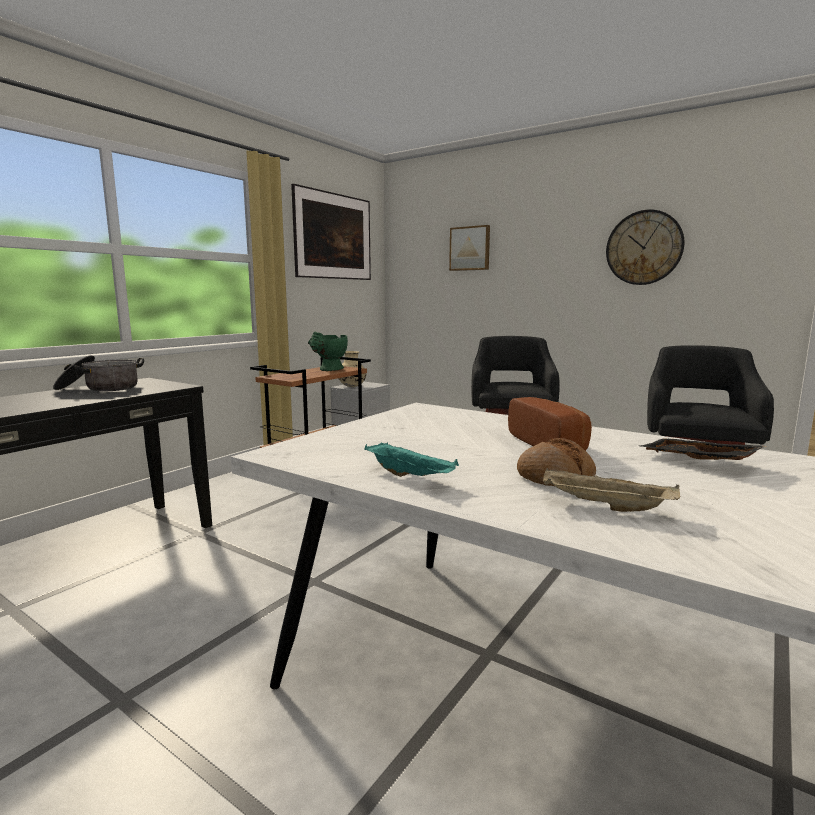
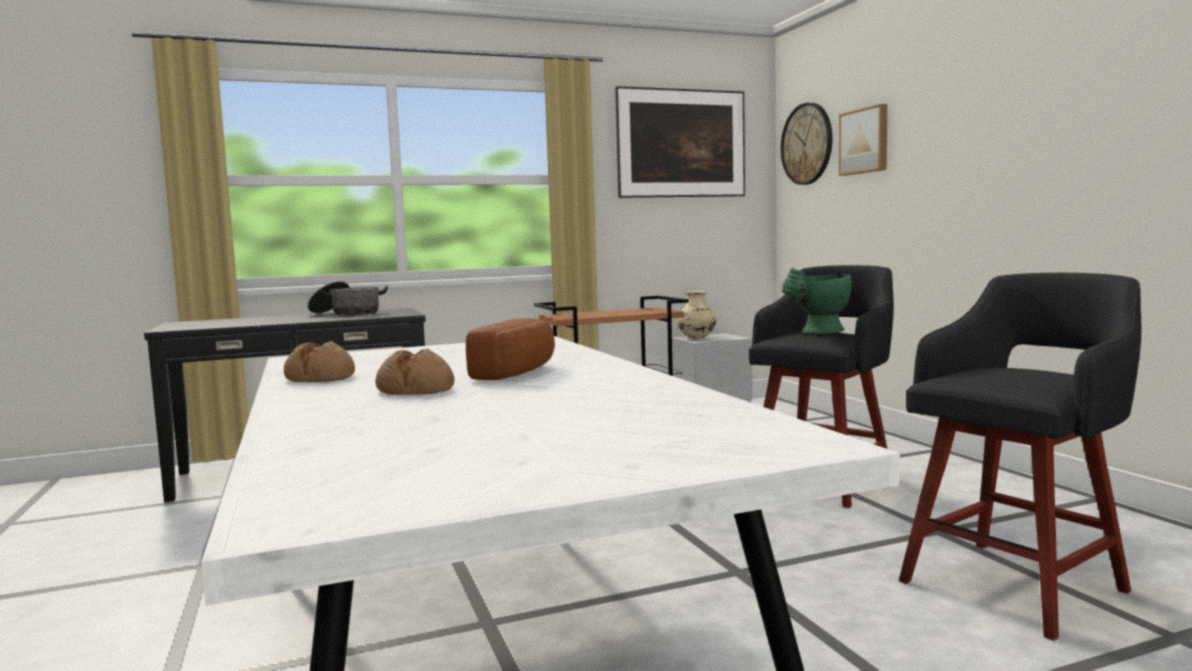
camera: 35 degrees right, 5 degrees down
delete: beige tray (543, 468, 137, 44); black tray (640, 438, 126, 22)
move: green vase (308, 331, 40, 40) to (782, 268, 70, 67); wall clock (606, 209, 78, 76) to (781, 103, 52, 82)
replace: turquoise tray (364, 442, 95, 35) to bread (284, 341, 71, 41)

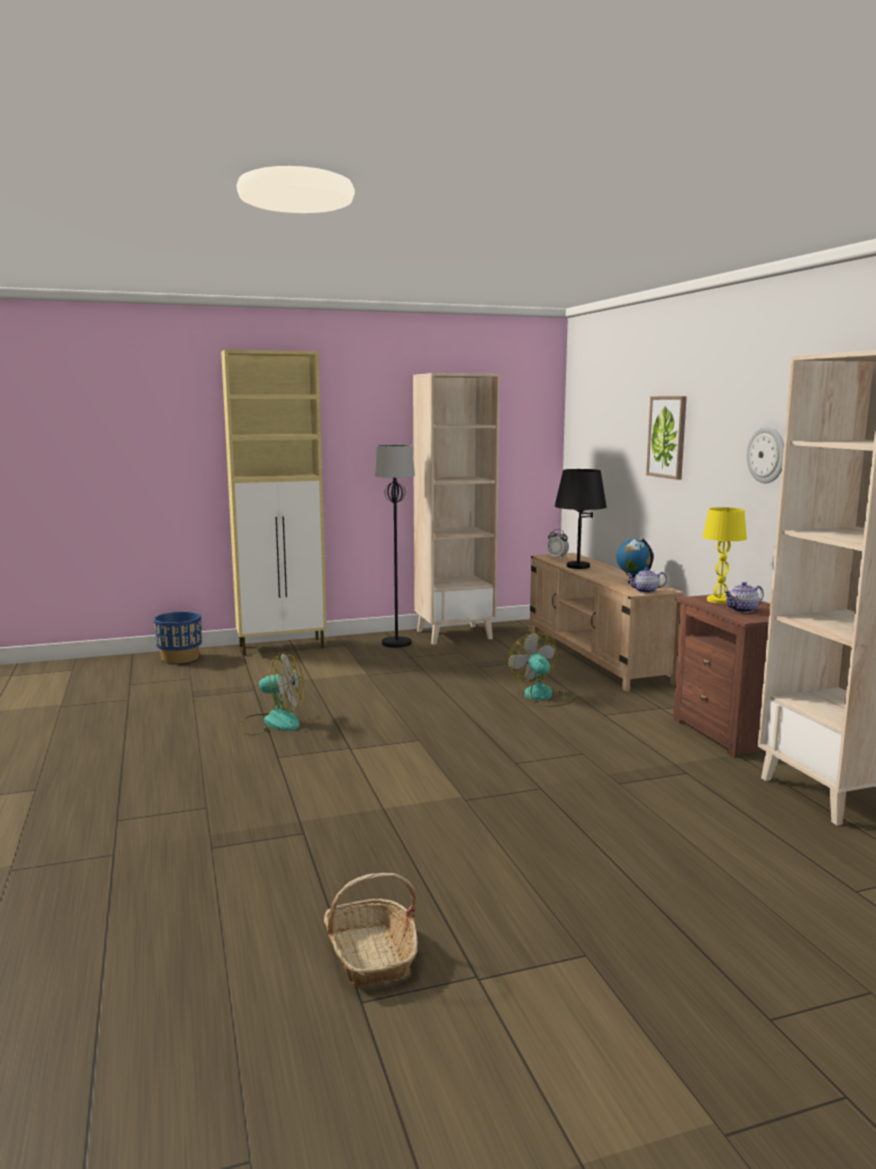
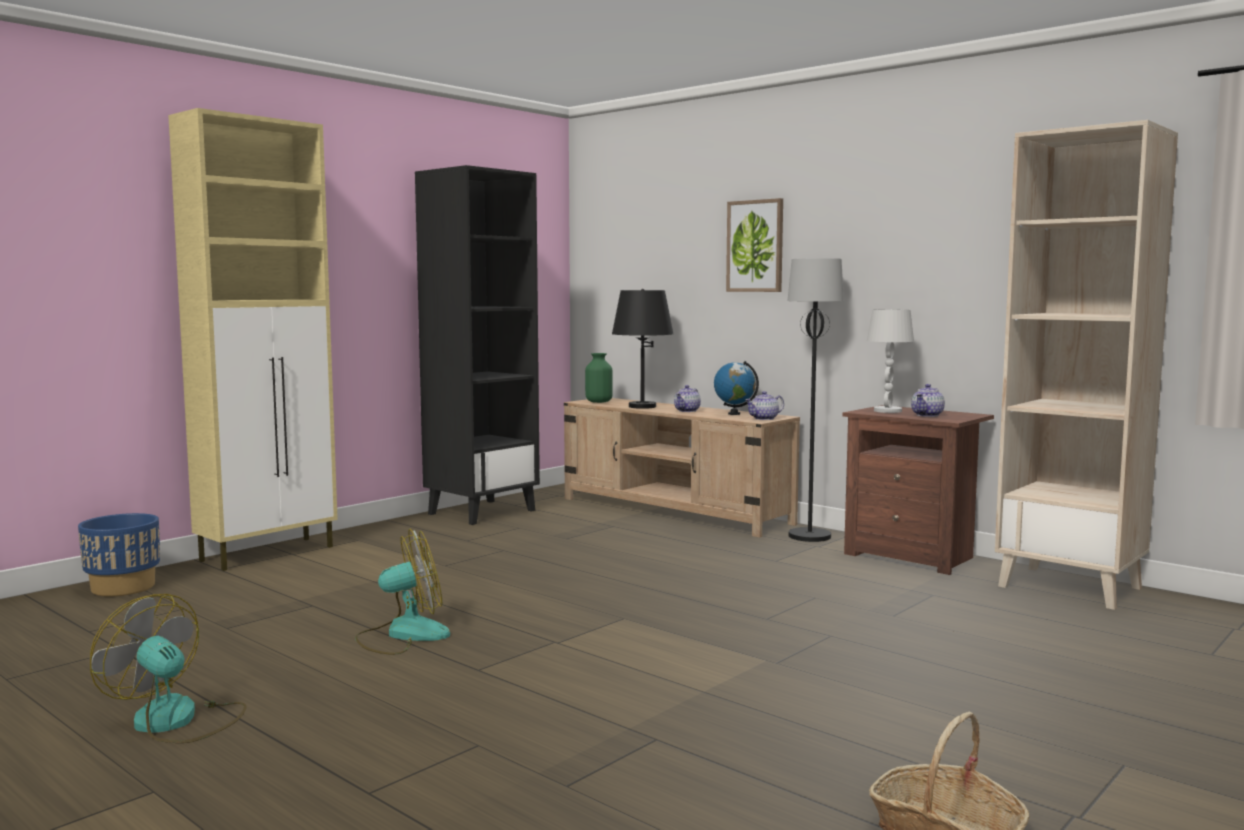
camera: 30 degrees left, 5 degrees down
delete: wall clock (747, 427, 37, 56)
insert: teapot (674, 385, 27, 27)
move: black floor lamp (375, 445, 40, 203) to (787, 258, 57, 284); fan (508, 633, 69, 74) to (90, 594, 157, 149)
replace: alarm clock (547, 529, 22, 30) to green vase (585, 353, 28, 50)
recolor: beige bookcase (413, 373, 87, 272) to black bookcase (415, 165, 125, 360); yellow table lamp (703, 507, 44, 97) to white table lamp (867, 309, 47, 104)

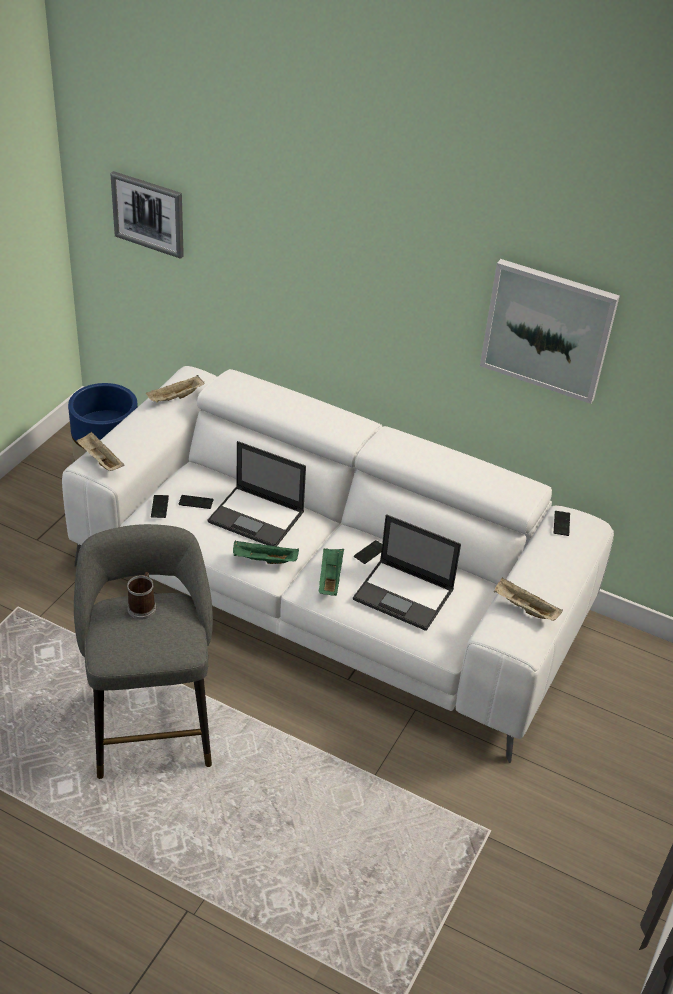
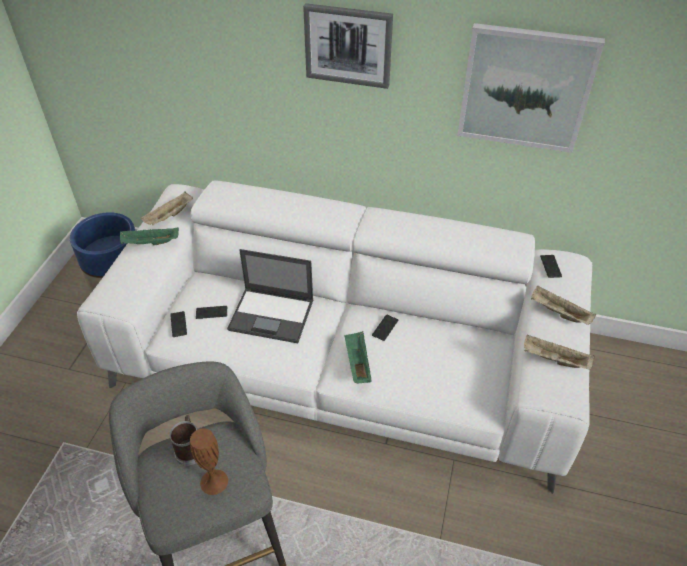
camera: 10 degrees left, 5 degrees up
delete: laptop (353, 514, 108, 117)
insert: brown vase (190, 428, 38, 67)
move: beige tray (76, 432, 48, 39) to (531, 286, 65, 39); picture (110, 171, 74, 88) to (303, 3, 90, 86); green tray (233, 541, 66, 23) to (120, 227, 59, 18)

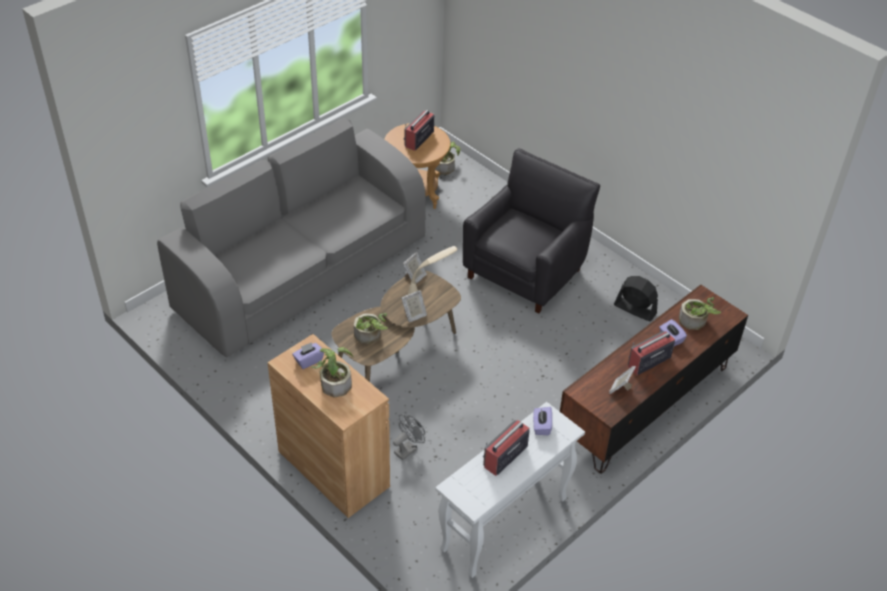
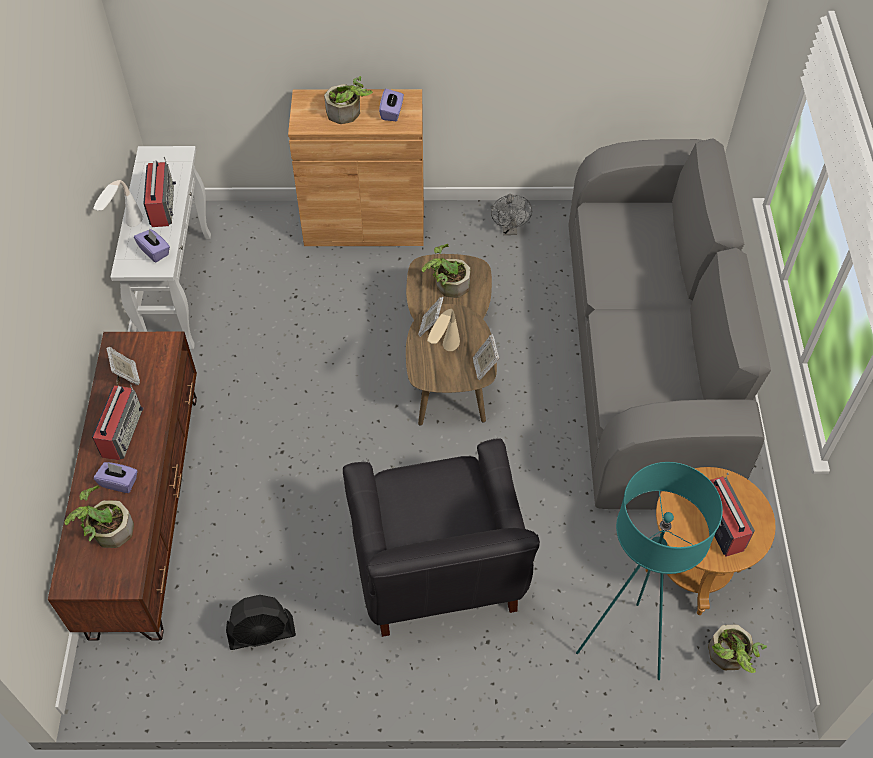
camera: 135 degrees right, 10 degrees up
insert: white table lamp (93, 180, 50, 47); turquoise floor lamp (576, 462, 147, 218)
move: grey fan (393, 415, 32, 45) to (491, 194, 41, 41)

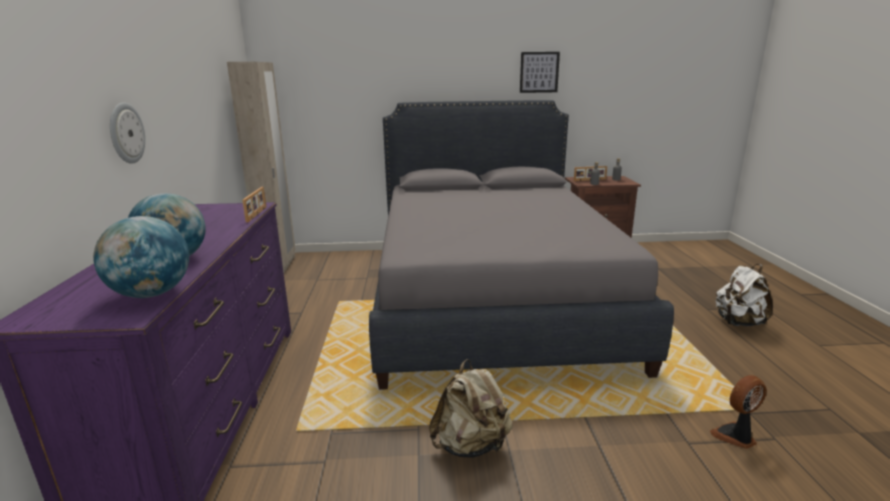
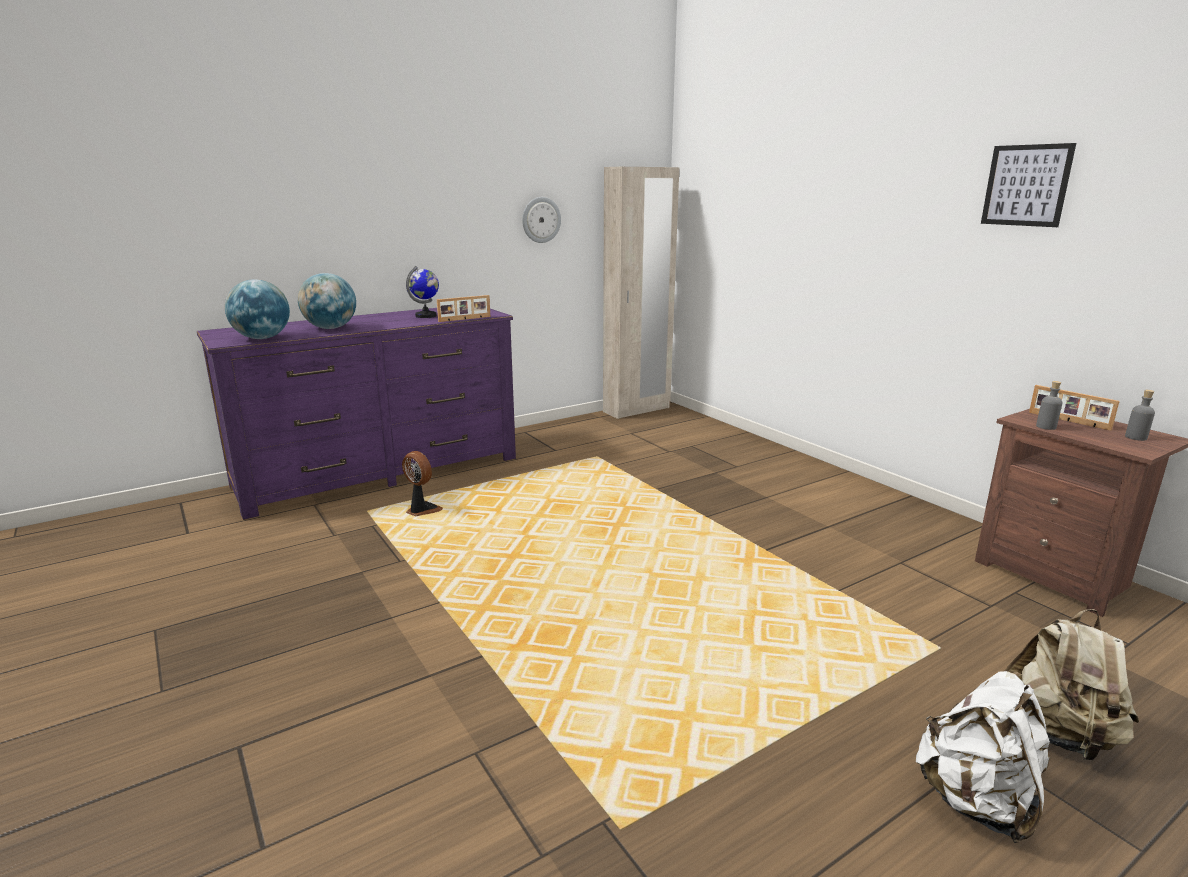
camera: 60 degrees right, 0 degrees up
delete: grey bed (369, 100, 305, 290)
insert: globe (406, 266, 33, 52)
move: wall clock (110, 102, 35, 62) to (522, 197, 39, 46); beige backpack (429, 359, 84, 99) to (1005, 609, 134, 151); fan (710, 375, 57, 74) to (402, 451, 41, 65)

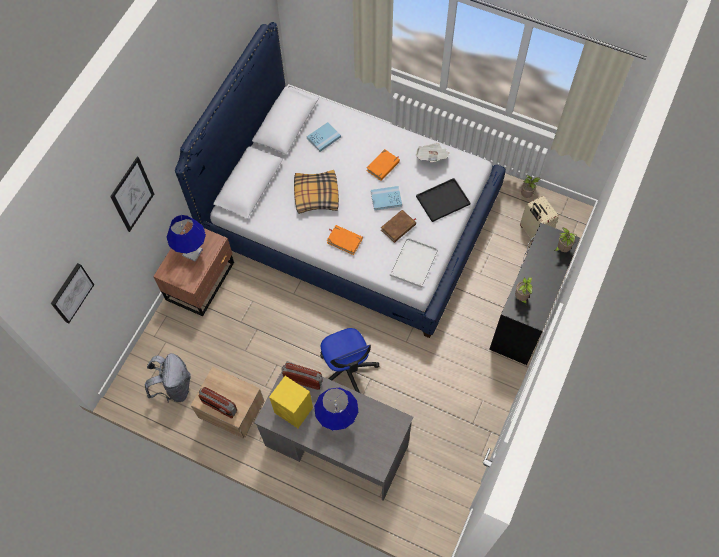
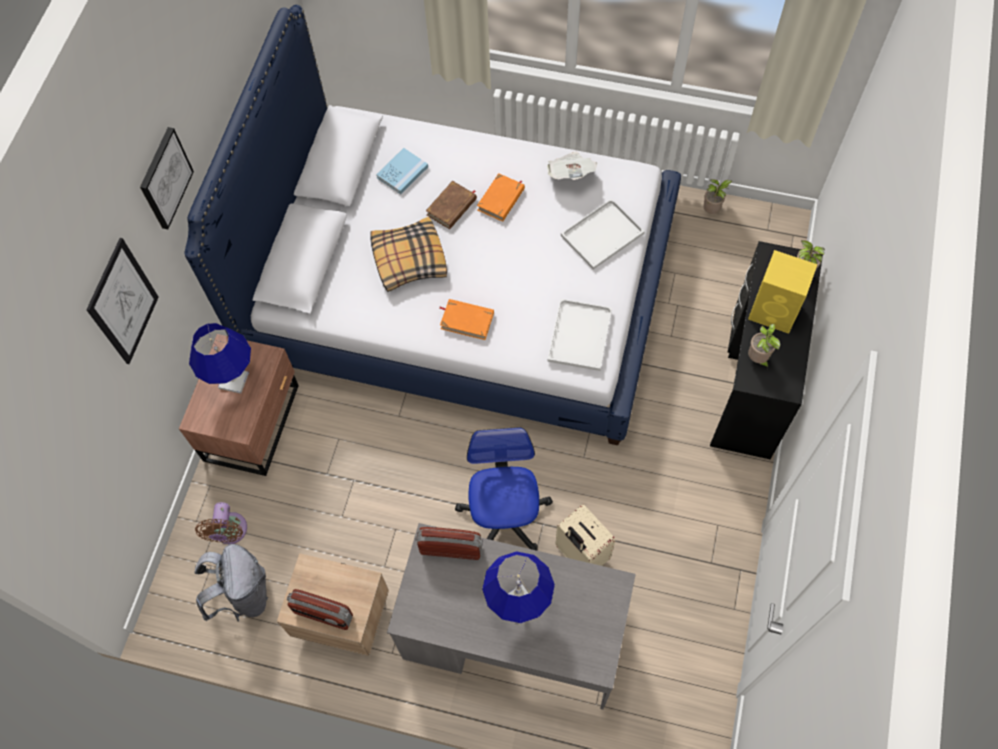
camera: 10 degrees left, 0 degrees up
delete: blue book (371, 186, 31, 24)
insert: brown fan (195, 502, 52, 42)
move: picture (51, 263, 43, 60) to (140, 127, 54, 102); yellow speaker (269, 376, 44, 52) to (748, 250, 69, 84); brown book (381, 210, 35, 33) to (426, 181, 51, 48); beige suitcase (520, 196, 39, 45) to (556, 504, 59, 62)
recolor: black tray (416, 178, 54, 44) to white tray (561, 198, 84, 72)
rotate: office chair (320, 328, 59, 65) = (455, 427, 98, 124) 150 degrees counterclockwise

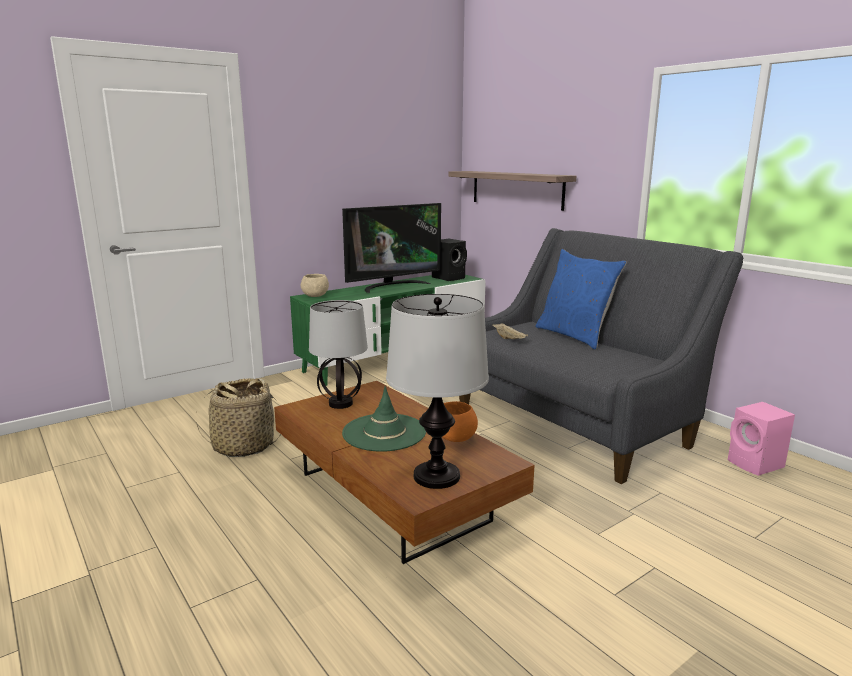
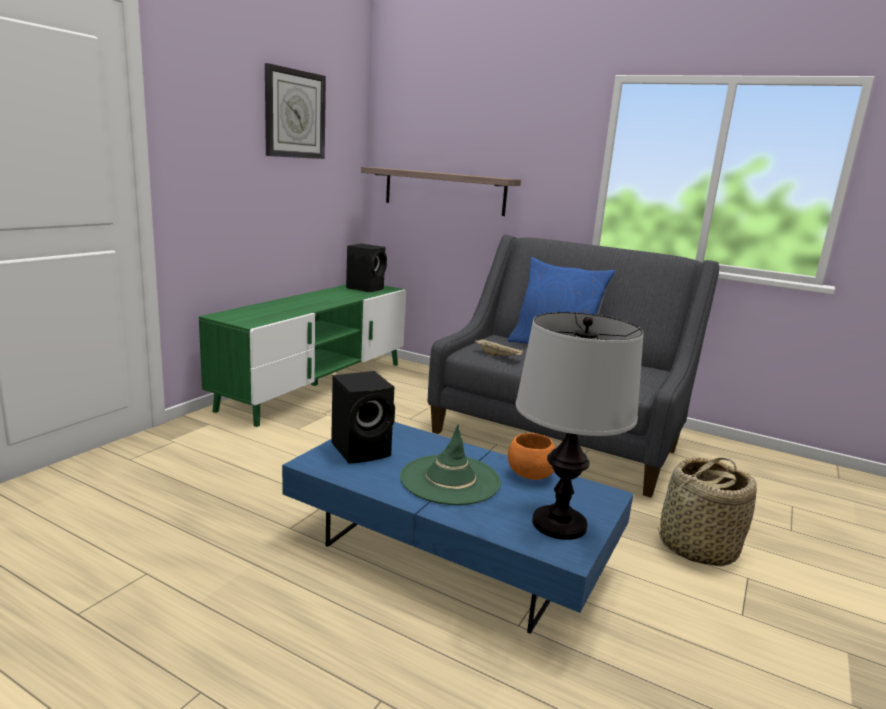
camera: 25 degrees left, 0 degrees up
delete: beige bowl (301, 274, 28, 23); television (342, 203, 99, 90); pink speaker (728, 402, 67, 74)
insert: wall clock (265, 63, 61, 96)
move: basket (196, 378, 85, 79) to (658, 457, 99, 110)
replace: table lamp (309, 300, 59, 109) to black speaker (331, 371, 64, 93)
recolor: brown coffee table (274, 381, 261, 183) to blue coffee table (282, 422, 352, 212)

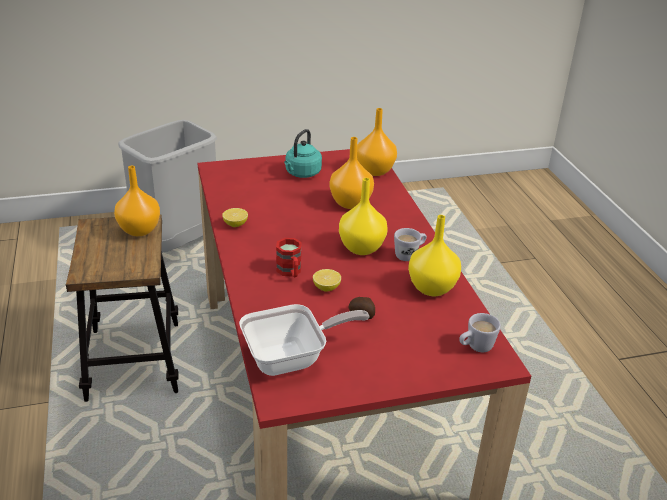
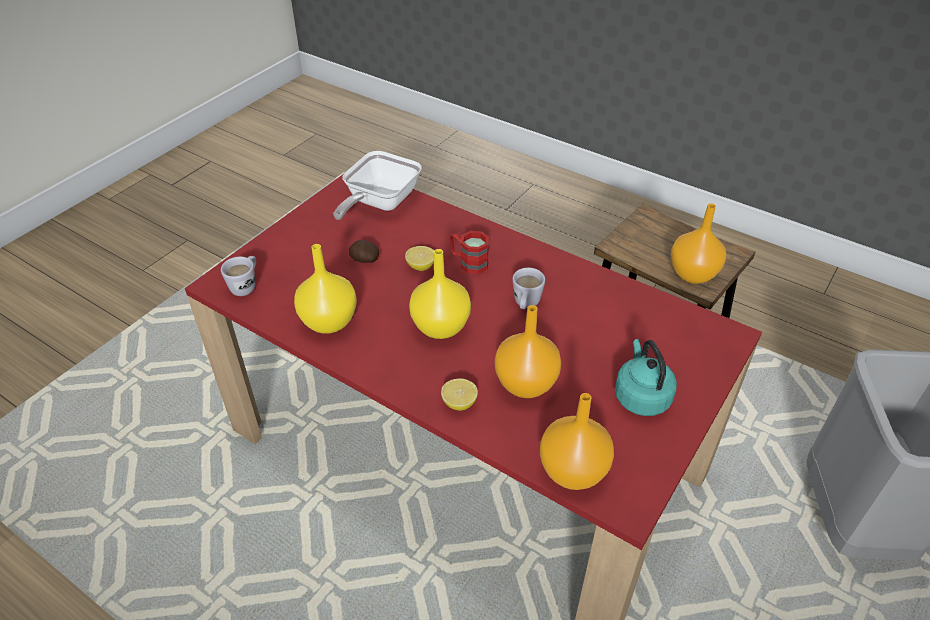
camera: 140 degrees right, 10 degrees up
move: lemon (222, 208, 26, 19) to (441, 378, 37, 33); white mug (394, 228, 33, 33) to (512, 268, 33, 41)

